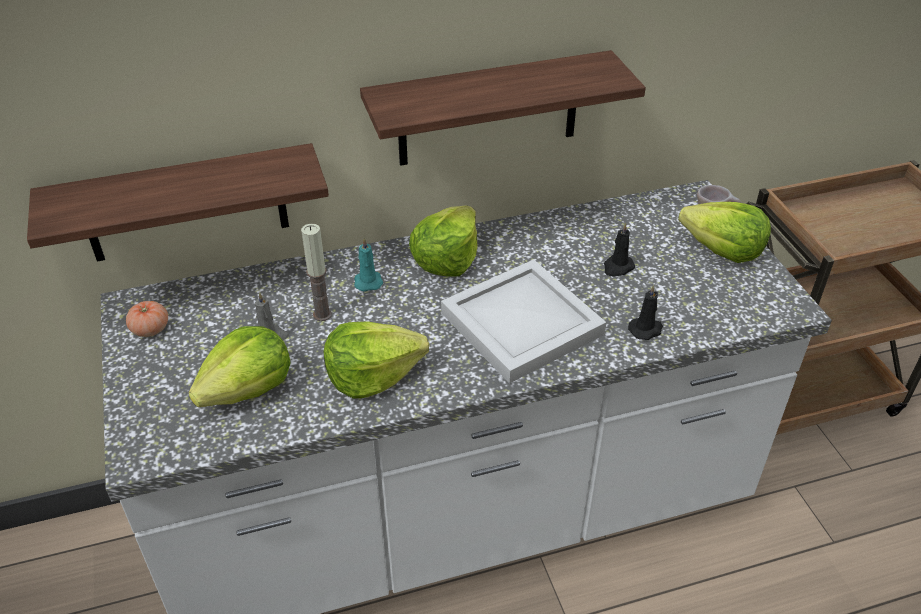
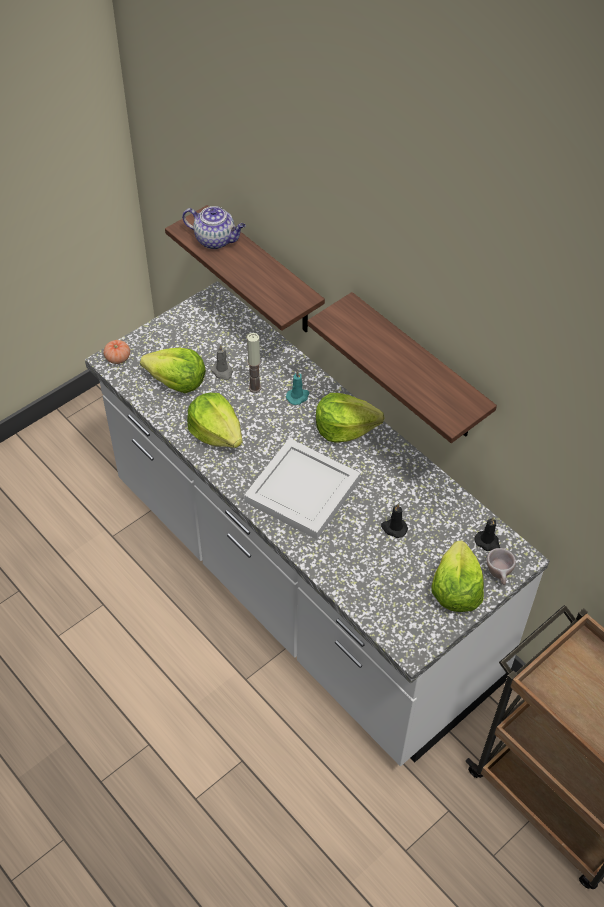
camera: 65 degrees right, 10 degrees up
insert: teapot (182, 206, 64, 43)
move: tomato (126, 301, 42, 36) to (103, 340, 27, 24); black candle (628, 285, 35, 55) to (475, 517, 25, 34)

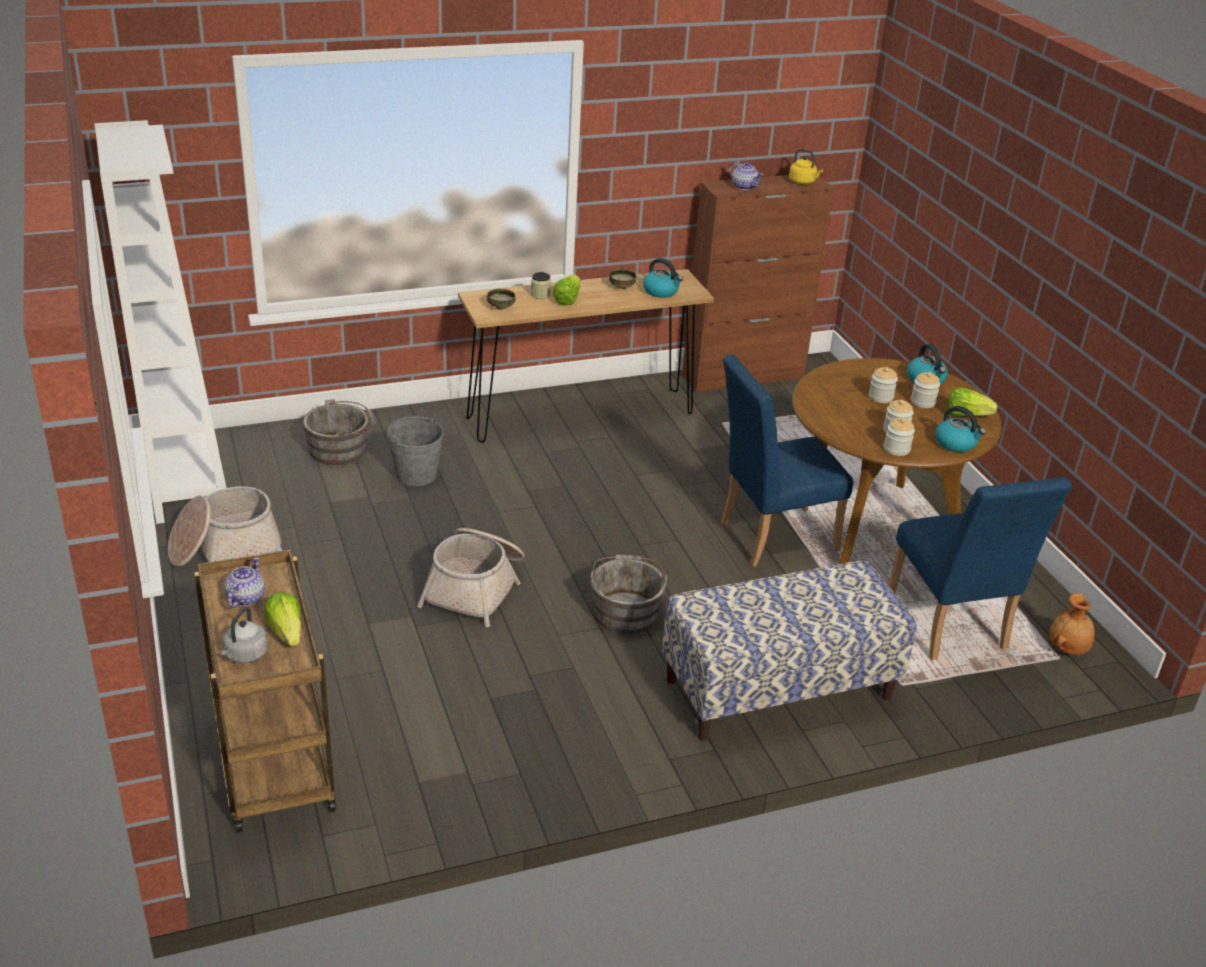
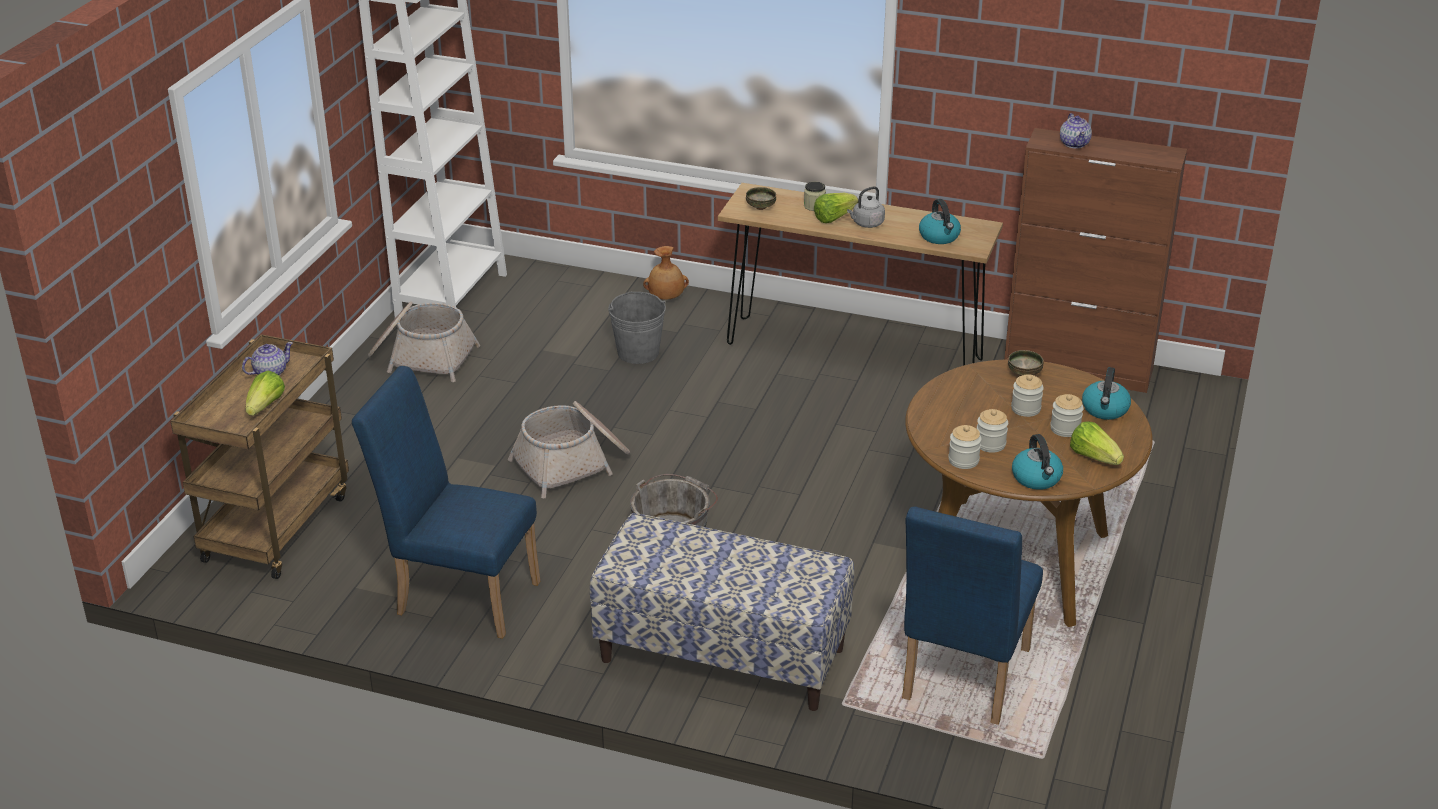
camera: 40 degrees right, 0 degrees up
delete: grey bucket (303, 399, 73, 66); yellow kettle (789, 148, 34, 36)
move: grey kettle (221, 607, 47, 56) to (847, 186, 38, 42); bowl (609, 269, 27, 20) to (1008, 350, 36, 26); blue chair (721, 355, 132, 212) to (352, 366, 188, 273); brown vase (1049, 593, 46, 62) to (643, 246, 46, 54)

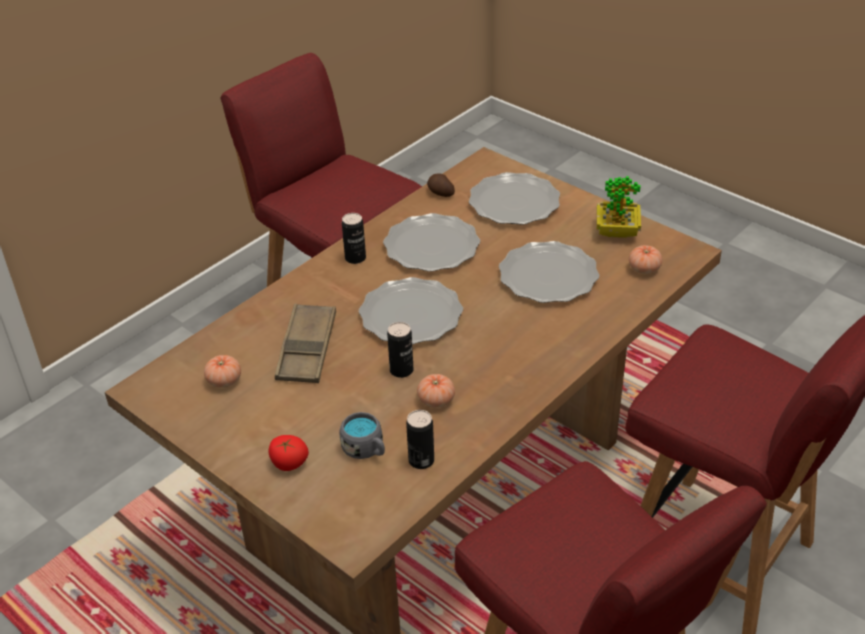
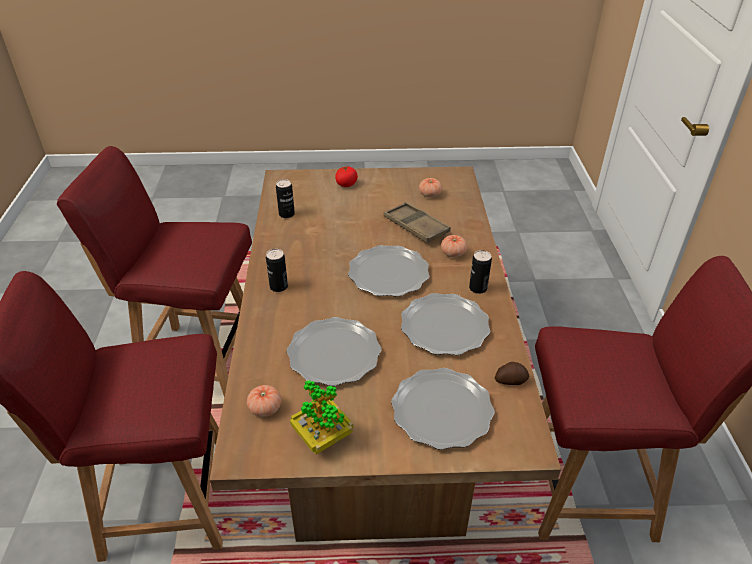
camera: 135 degrees right, 0 degrees up
delete: grey mug (340, 412, 45, 47)
move: can (387, 322, 27, 56) to (266, 249, 22, 43); tomato (417, 374, 38, 34) to (441, 235, 26, 23)

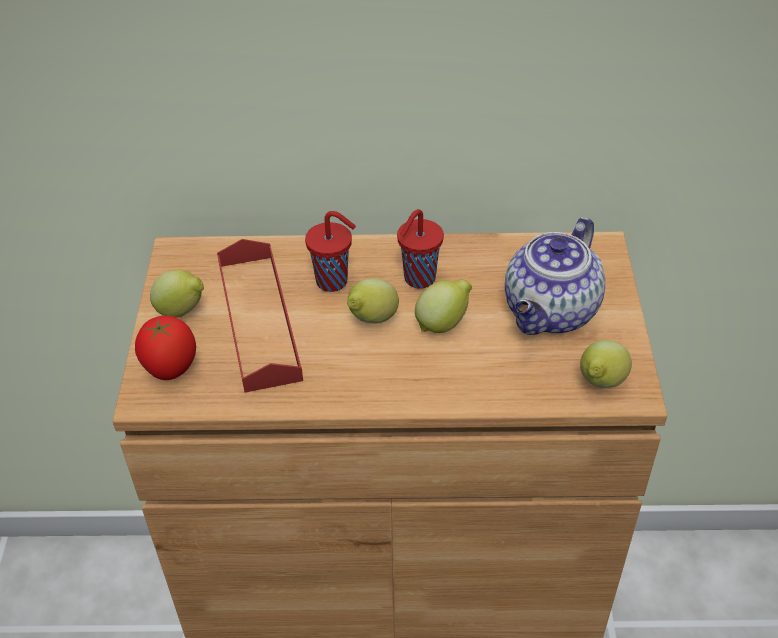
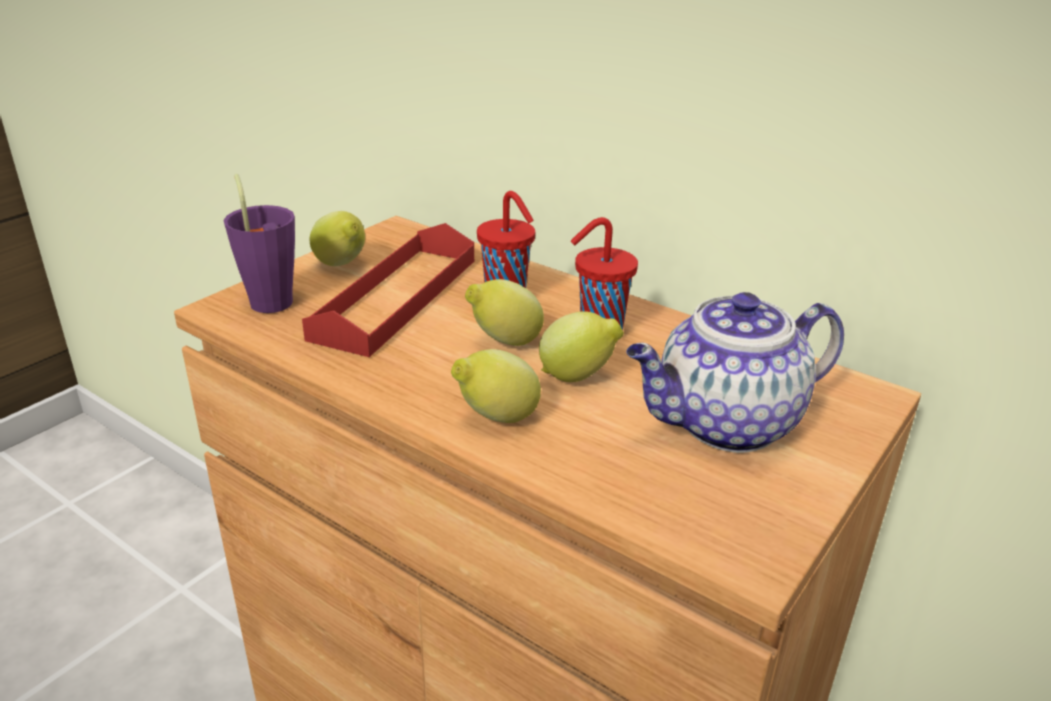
camera: 35 degrees right, 15 degrees down
move: lemon (580, 340, 52, 48) to (451, 349, 90, 74)
replace: tomato (135, 316, 61, 64) to purple cup (224, 174, 71, 139)

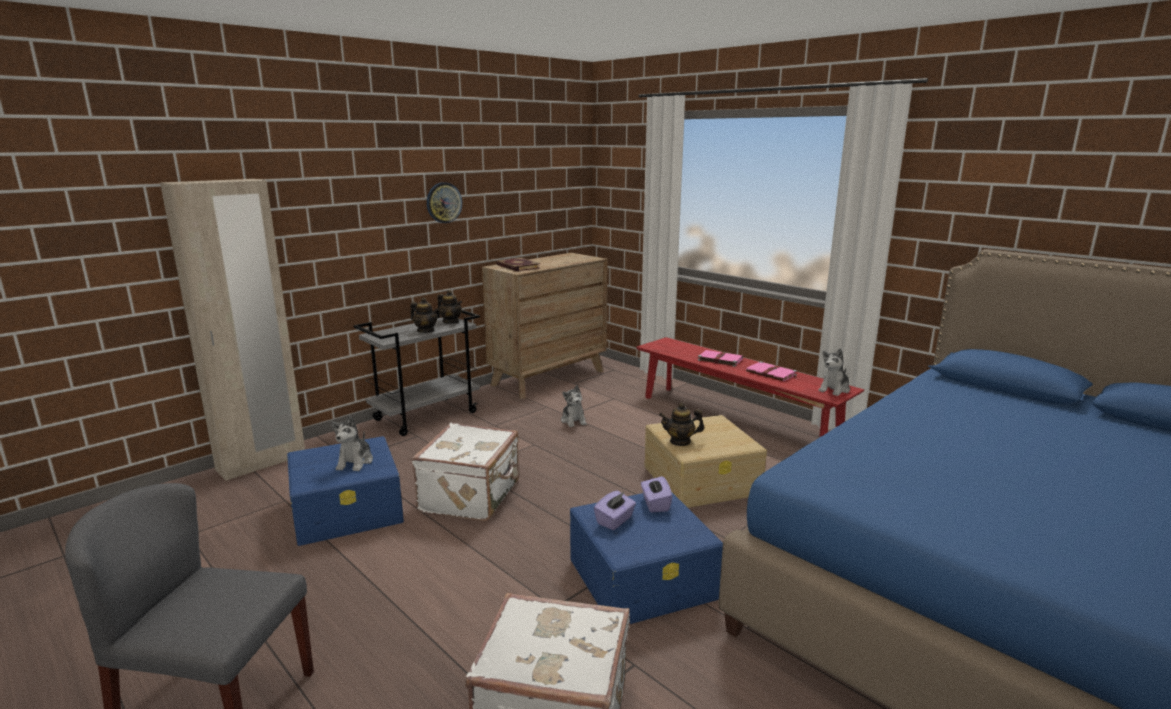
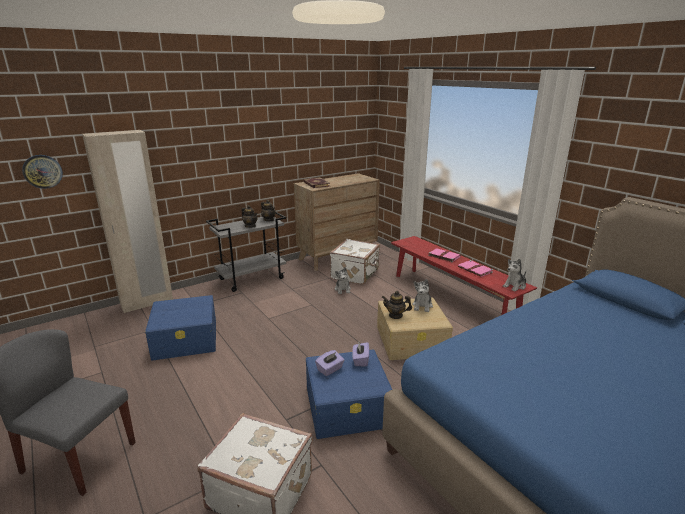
camera: 10 degrees right, 5 degrees up
move: plush toy (331, 415, 42, 56) to (412, 279, 21, 33); white suitcase (412, 423, 108, 98) to (330, 239, 50, 46); wall clock (427, 182, 35, 41) to (22, 155, 41, 34)

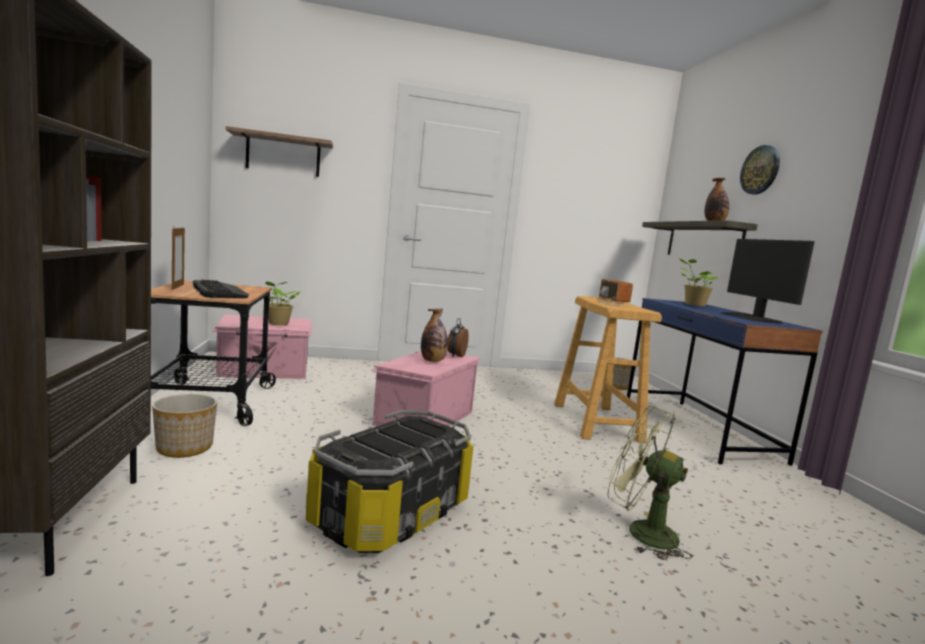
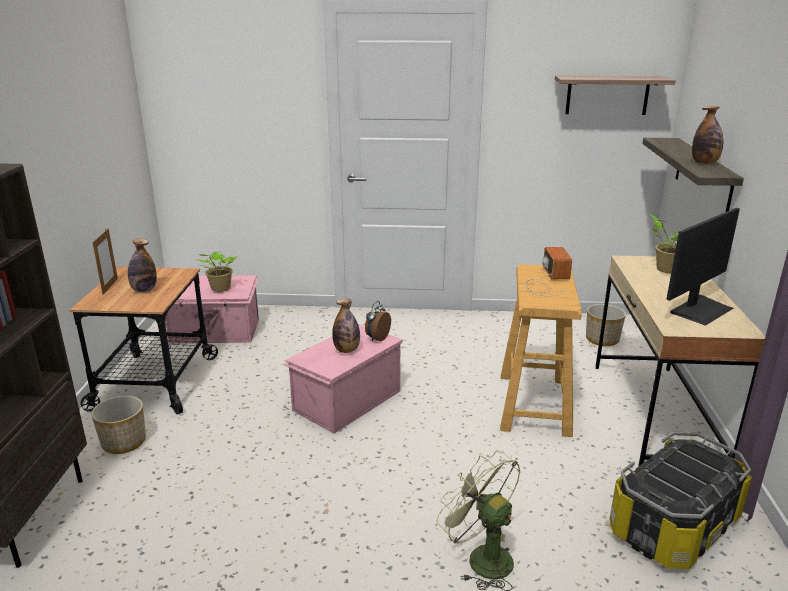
camera: 15 degrees right, 15 degrees up
delete: wall clock (740, 145, 40, 50)
move: shelf (226, 126, 107, 51) to (555, 76, 121, 39); storage box (306, 410, 168, 143) to (610, 432, 142, 137)
replace: keyboard (193, 279, 56, 19) to bottle (128, 239, 29, 53)
recolor: blue desk (627, 298, 196, 168) to beige desk (595, 255, 170, 212)
rotate: monitor (722, 239, 93, 85) = (666, 208, 74, 118) 135 degrees counterclockwise

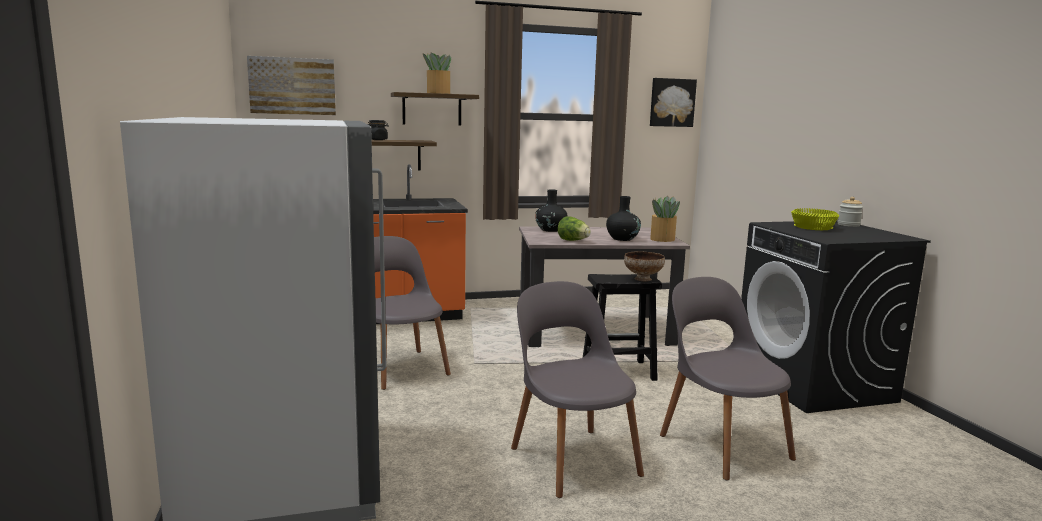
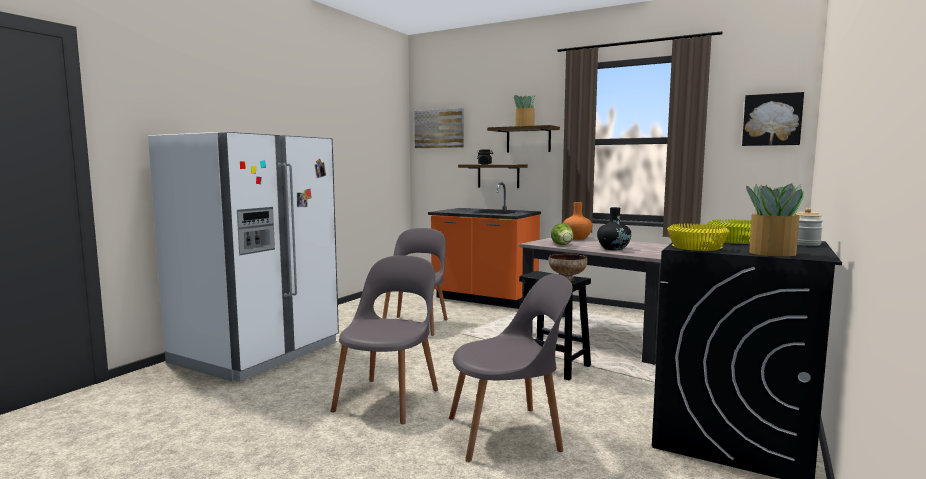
camera: 45 degrees right, 5 degrees down
insert: yellow bowl (667, 224, 63, 27)
move: potted plant (650, 196, 30, 46) to (746, 183, 58, 74)
recolor: black vase (535, 189, 33, 43) to orange vase (563, 202, 29, 38)
rotate: grey chair (660, 277, 136, 203) = (449, 274, 124, 188) 60 degrees clockwise

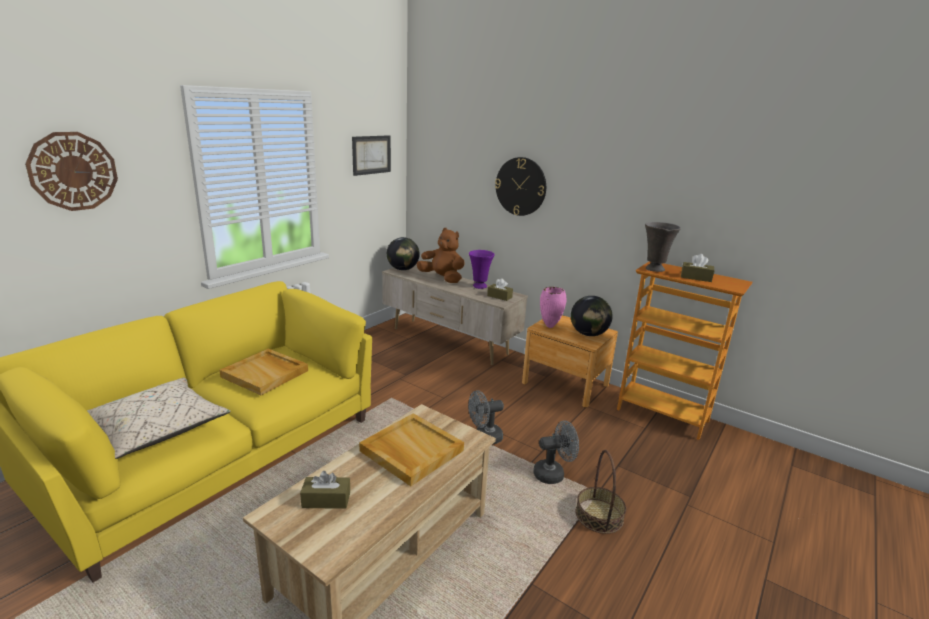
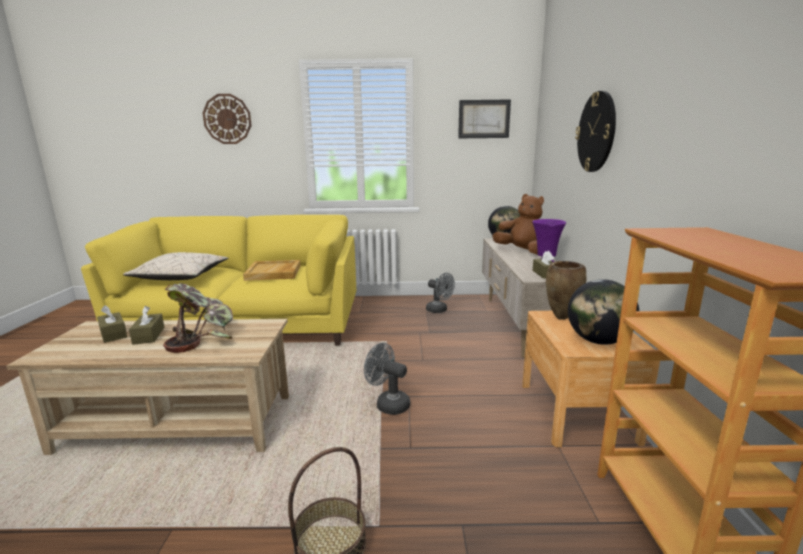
camera: 55 degrees right, 5 degrees down
delete: grey vase (645, 222, 36, 50)
move: grey fan (534, 420, 45, 64) to (426, 273, 29, 40); brown tissue box (681, 254, 33, 28) to (129, 306, 36, 39)
replace: beige tray (359, 413, 105, 73) to potted plant (163, 283, 70, 70)
recolor: pink vase (540, 287, 26, 41) to brown vase (546, 261, 40, 59)
rotate: brown plush toy (416, 228, 49, 55) = (492, 194, 52, 61) 45 degrees counterclockwise

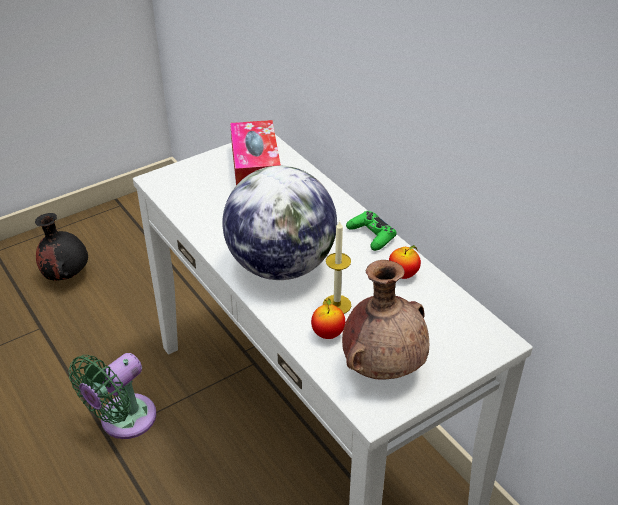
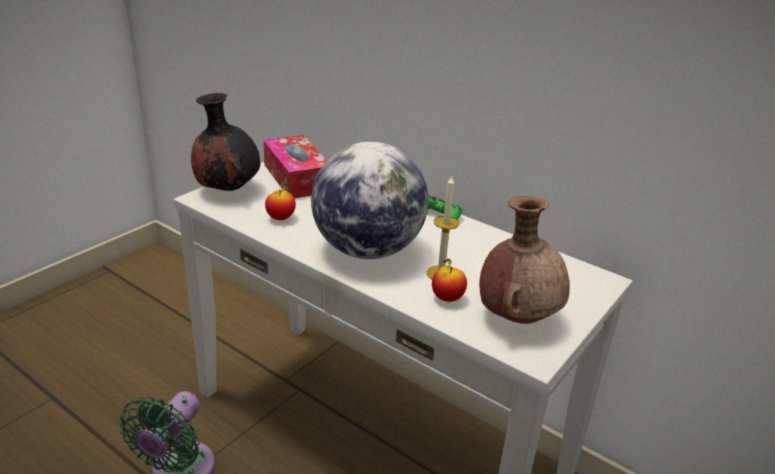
camera: 20 degrees left, 10 degrees down
move: black vase (35, 213, 53, 68) to (191, 93, 69, 98); apple (389, 245, 32, 34) to (265, 186, 31, 34)

